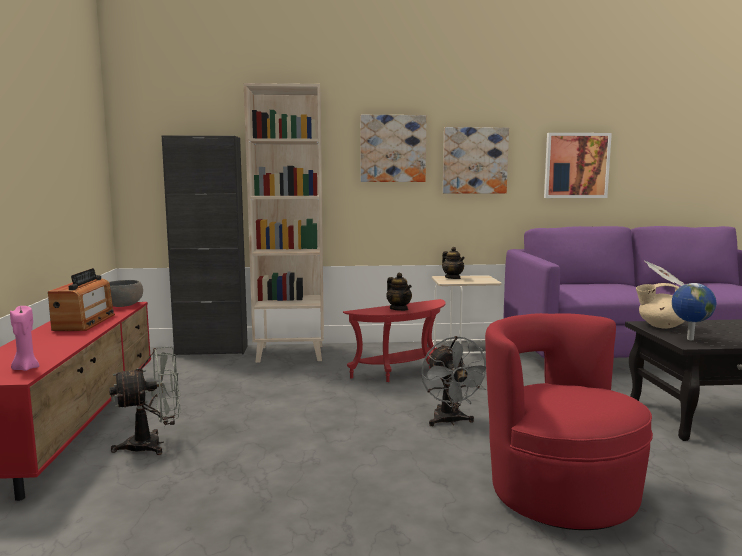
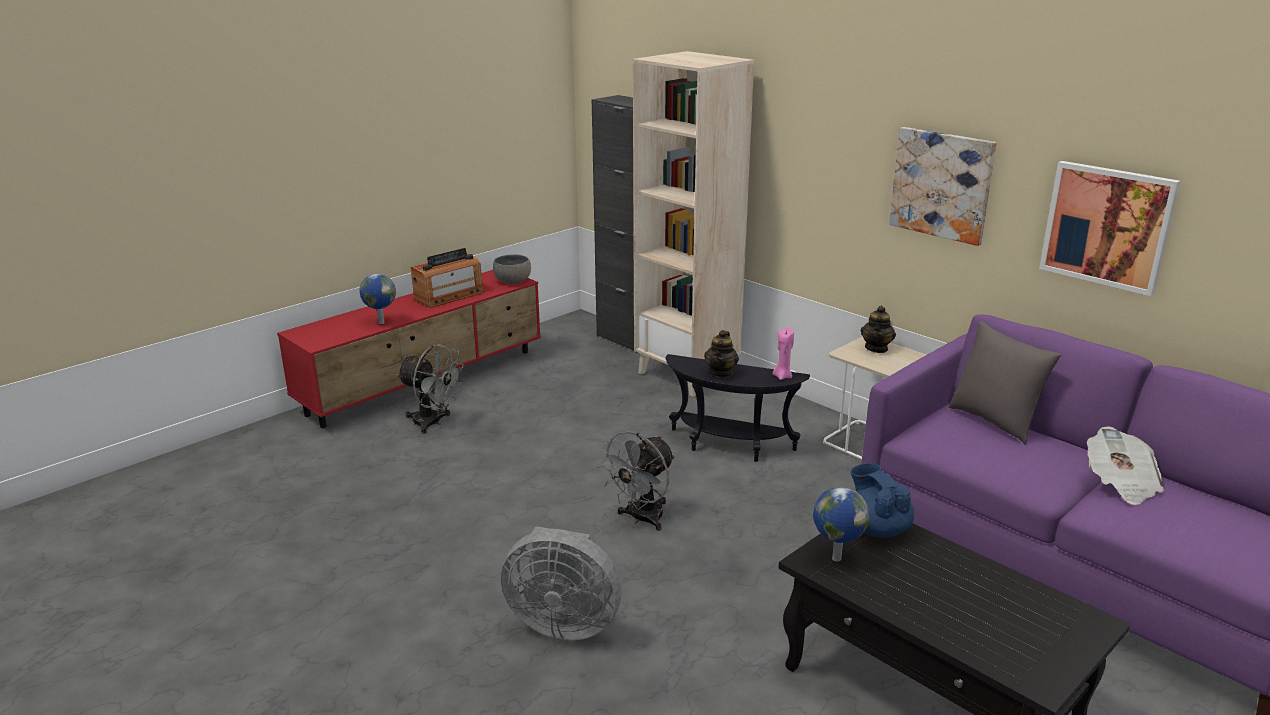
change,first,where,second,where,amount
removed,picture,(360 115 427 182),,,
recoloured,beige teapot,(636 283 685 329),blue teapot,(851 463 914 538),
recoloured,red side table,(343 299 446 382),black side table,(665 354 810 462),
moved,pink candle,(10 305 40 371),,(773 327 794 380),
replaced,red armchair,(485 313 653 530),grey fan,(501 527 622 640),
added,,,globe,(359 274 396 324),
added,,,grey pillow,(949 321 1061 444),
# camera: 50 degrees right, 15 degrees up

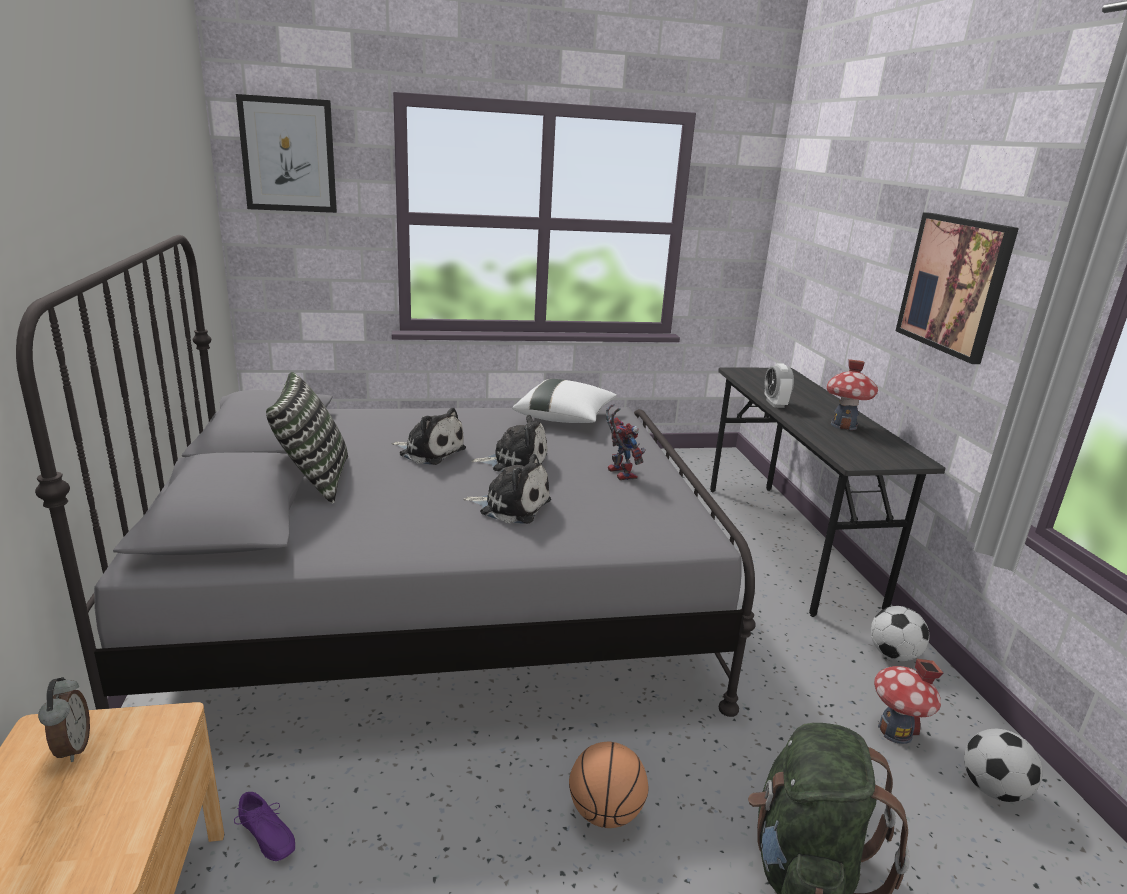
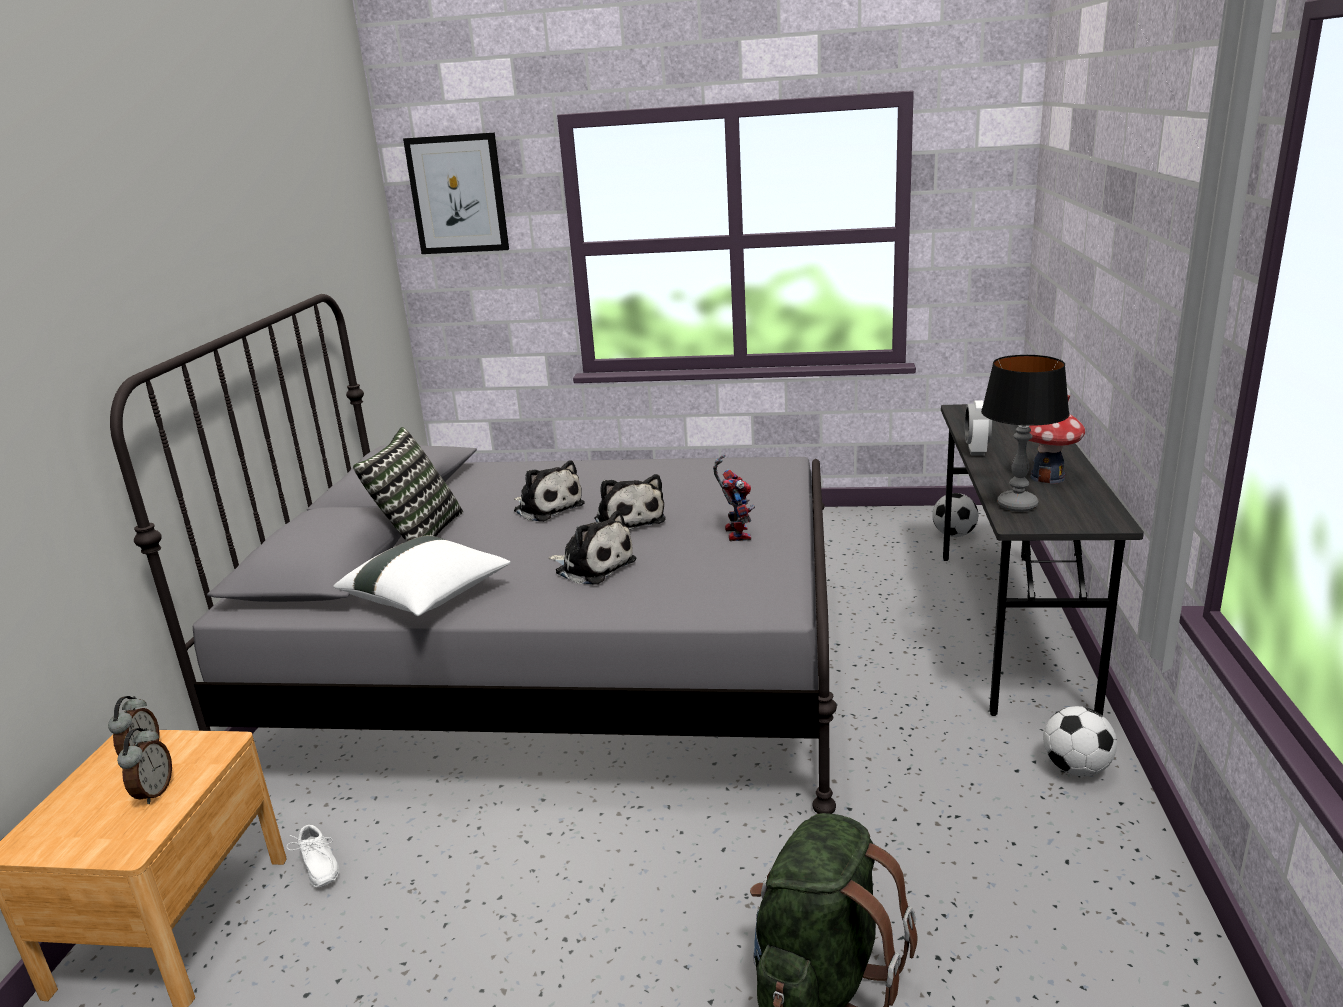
change,first,where,second,where,amount
removed,picture,(896 212 1019 364),,,
moved,white pillow,(512 379 617 423),,(333 535 511 616),
turned,plush toy,(471 415 547 472),,(595 474 666 530),45 degrees clockwise
removed,toy house,(874 659 943 744),,,
moved,football,(964 729 1042 802),,(932 493 978 537),
removed,basketball,(569 742 648 828),,,
recoloured,purple shoe,(234 792 295 861),white shoe,(287 825 339 887),
added,,,table lamp,(981 355 1070 512),
added,,,alarm clock,(117 728 172 804),
# camera: 20 degrees right, 0 degrees up

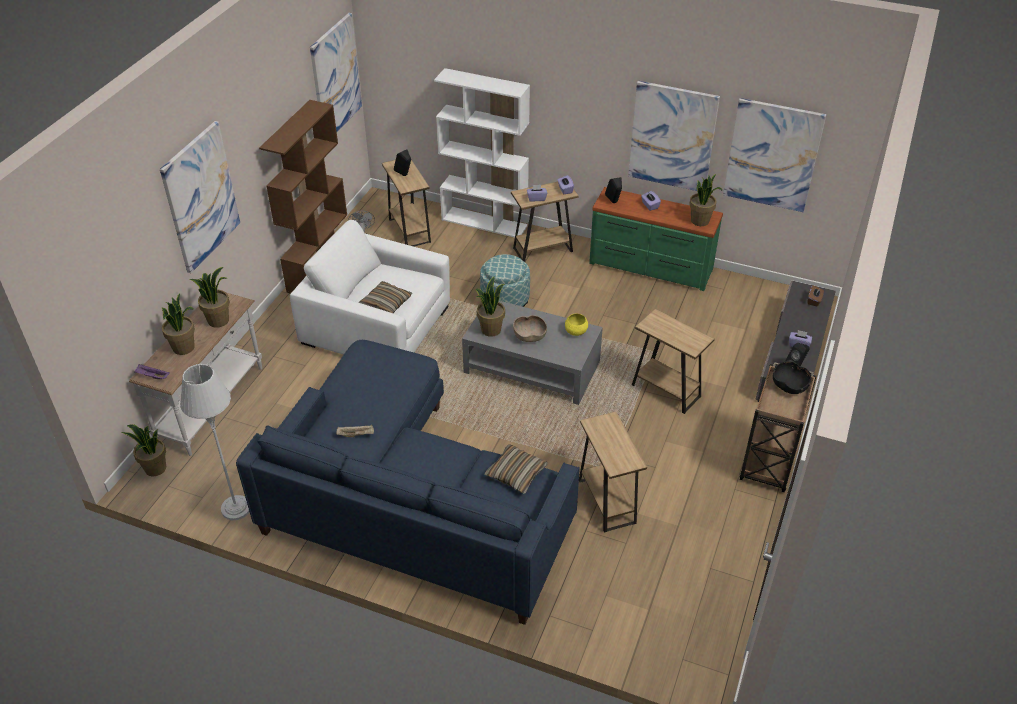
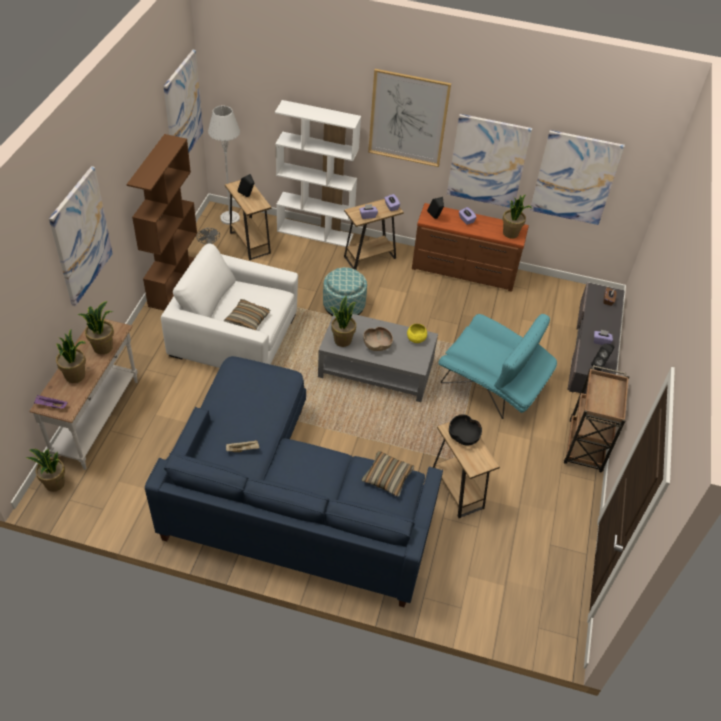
change,first,where,second,where,amount
recoloured,green dresser,(589 187 723 291),brown dresser,(412 203 529 292),
replaced,brown side table,(632 309 715 414),turquoise armchair,(438 314 557 419),
moved,black bowl,(773 361 811 394),,(449 415 482 446),
moved,grey floor lamp,(180 364 249 520),,(208 105 240 225),
added,,,picture,(368 69 451 167),
# camera: 10 degrees left, 5 degrees up

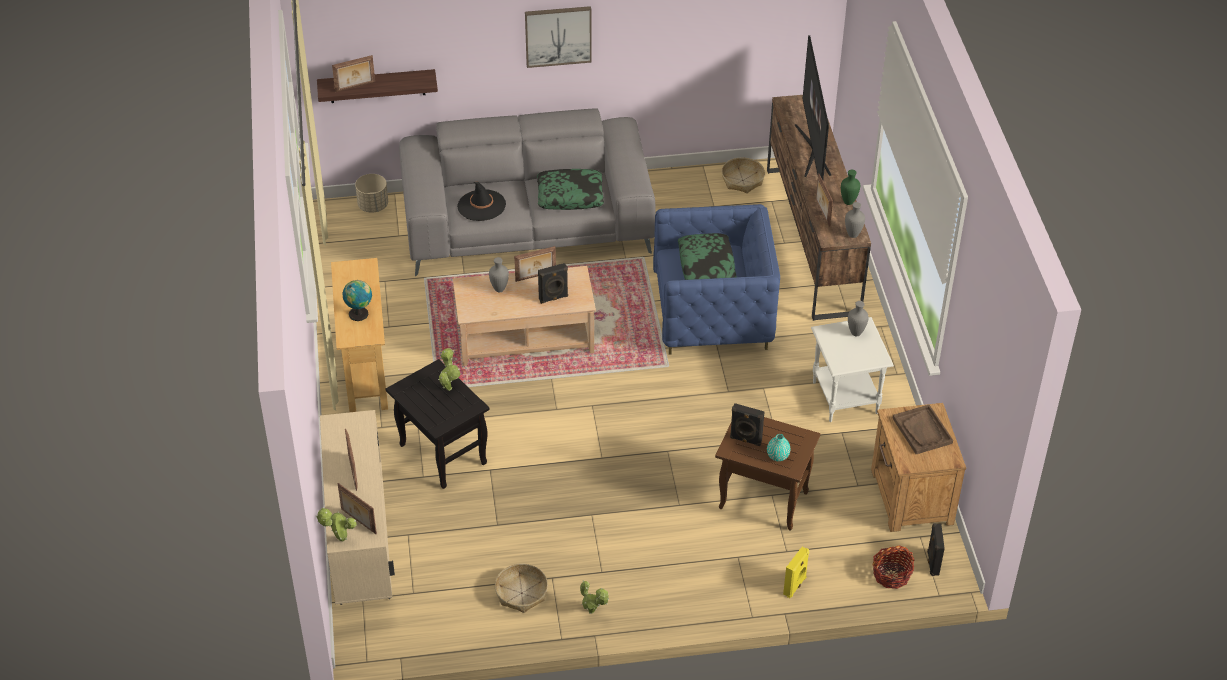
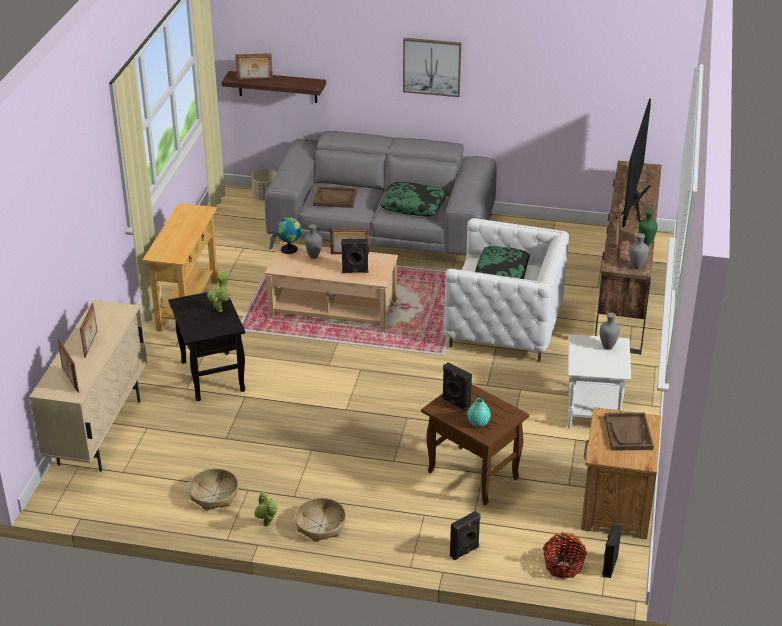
change,first,where,second,where,amount
moved,basket,(722 157 765 193),,(294 498 346 542),
replaced,black hat,(457 182 506 221),brown tray,(313 186 357 208),
recoloured,blue armchair,(653 204 780 355),white armchair,(444 218 569 362),
moved,globe,(342 280 372 321),,(277 217 302 254),
removed,potted plant,(316 507 357 542),,,
recoloured,yellow speaker,(783 547 809 598),black speaker,(450 511 481 560),
# camera: 20 degrees right, 10 degrees down

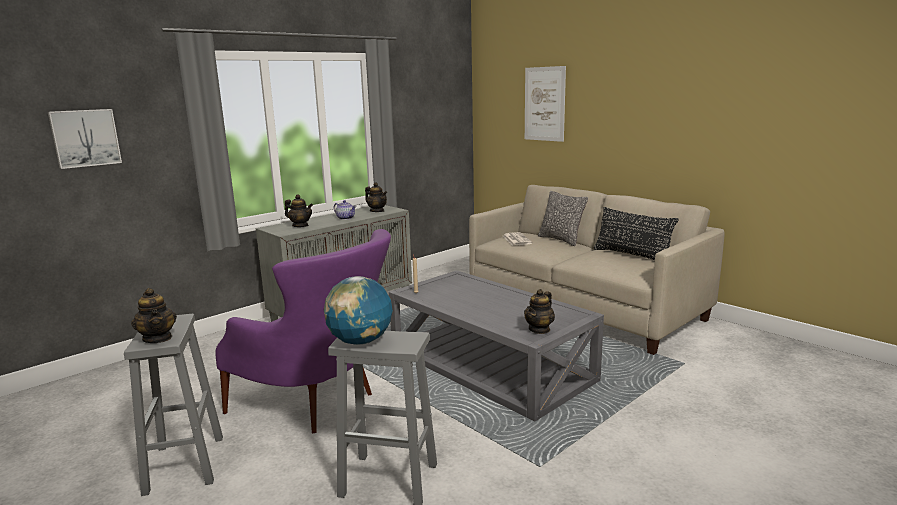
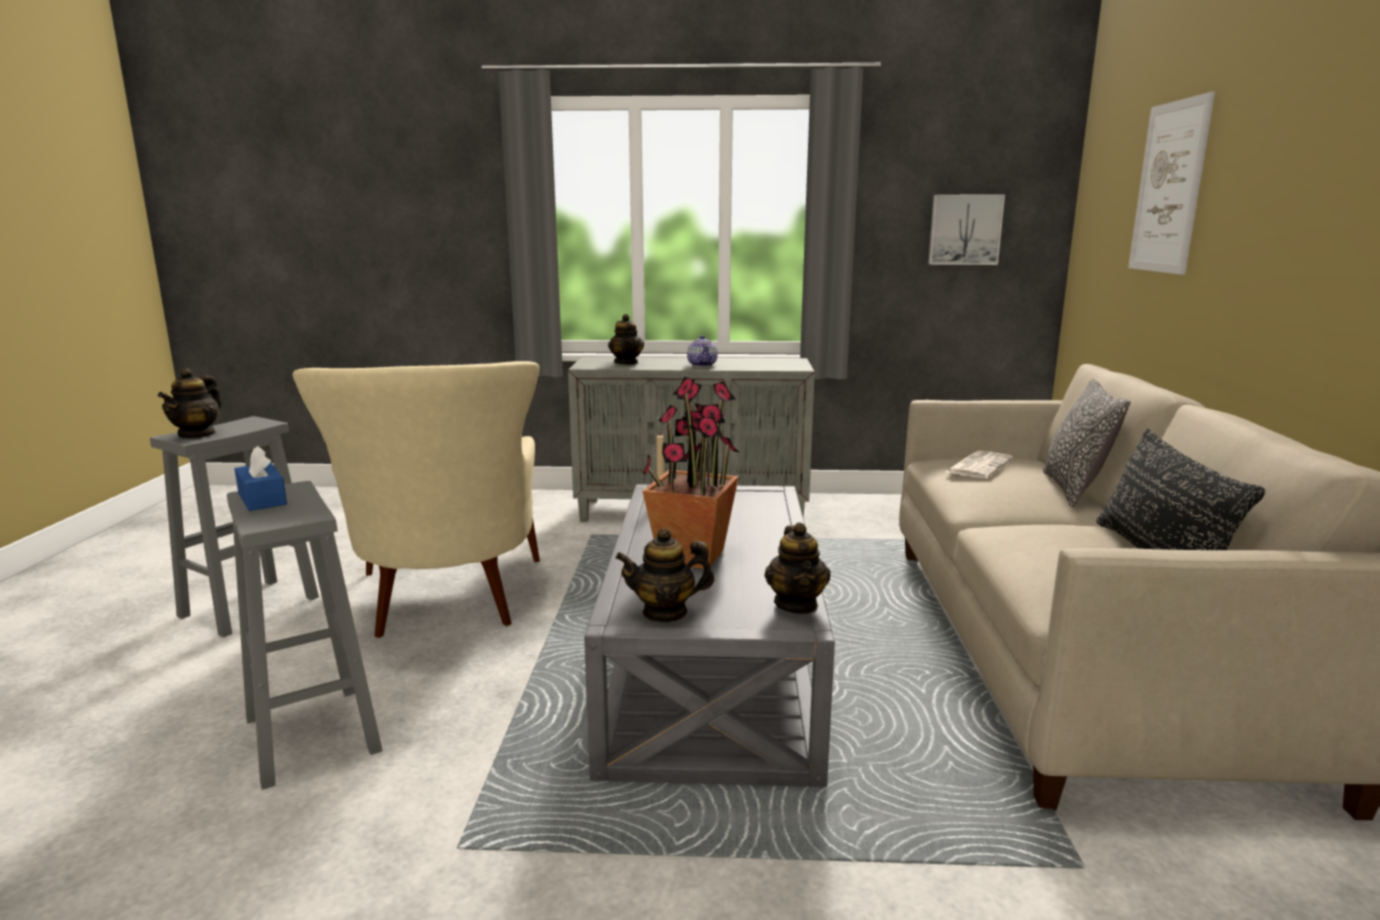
change,first,where,second,where,amount
moved,picture,(48 109 122 169),,(928 195 1005 265),
moved,teapot,(365 182 387 212),,(764 522 831 614),
recoloured,purple armchair,(215 229 391 434),beige armchair,(293 361 540 638),
replaced,globe,(324 276 393 345),blue tissue box,(235 446 287 511),
added,,,potted plant,(642 377 740 569),
# camera: 45 degrees right, 0 degrees up

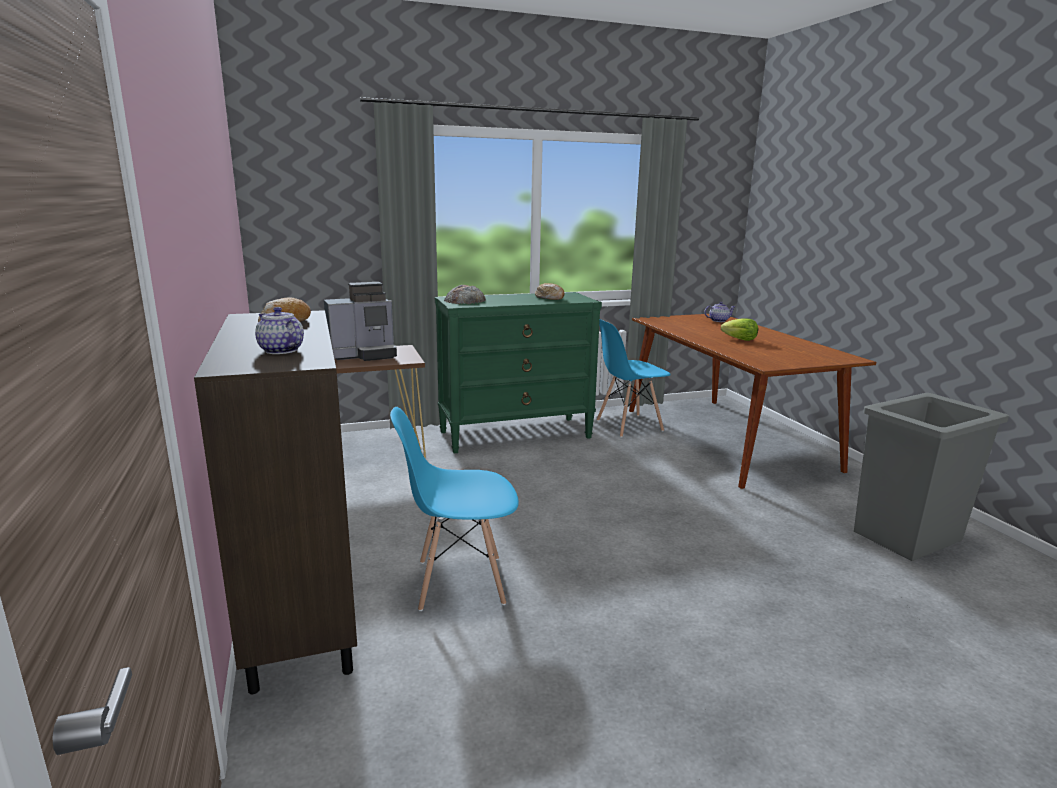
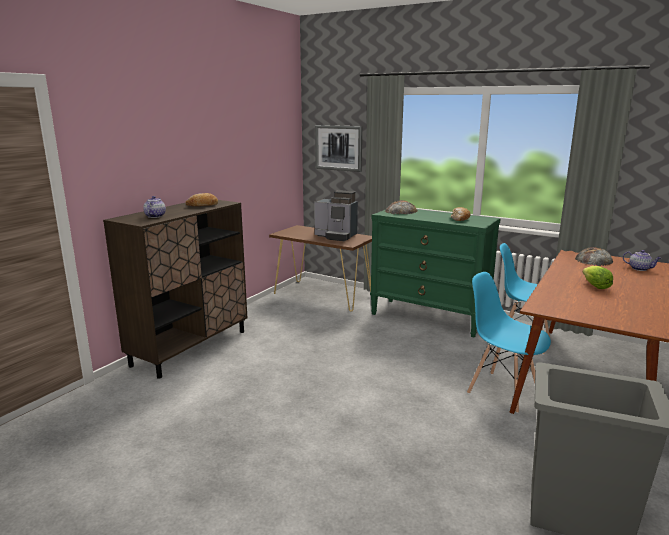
change,first,where,second,where,amount
moved,blue chair,(390 407 519 611),,(467 272 551 413),
added,,,picture,(315 125 362 172),
added,,,bread,(575 247 613 266),
# camera: 50 degrees right, 0 degrees up

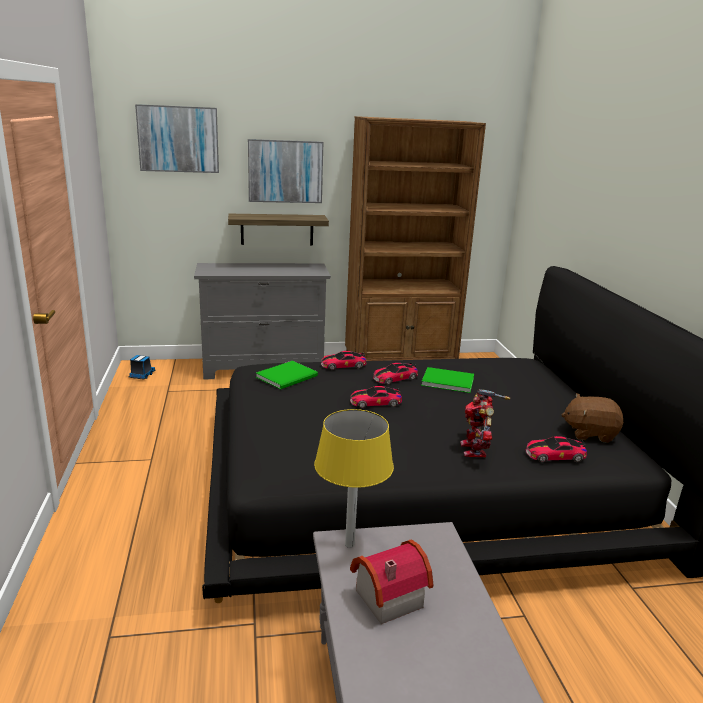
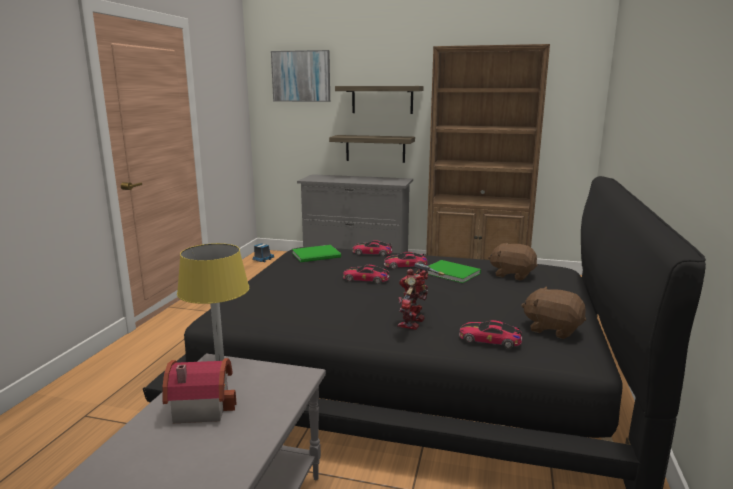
change,first,where,second,where,amount
replaced,picture,(248 139 323 203),shelf,(335 86 424 114),
added,,,brown plush toy,(488 243 537 281),
# camera: 25 degrees right, 5 degrees down

